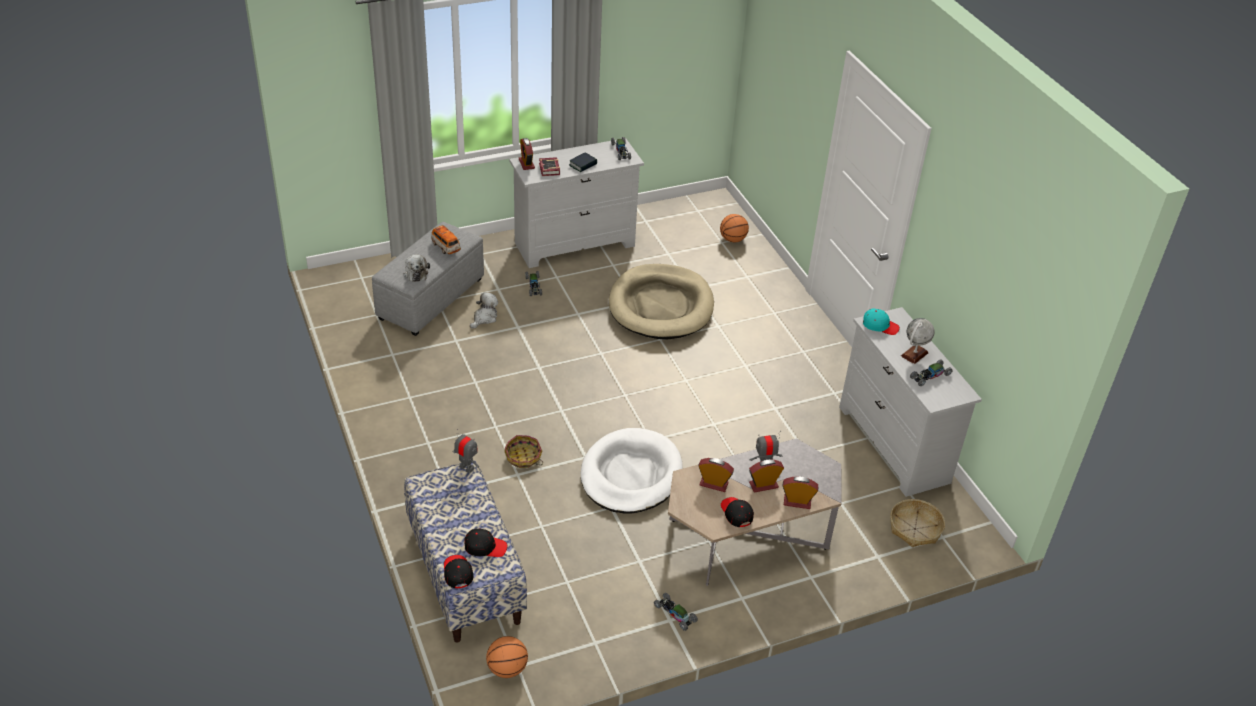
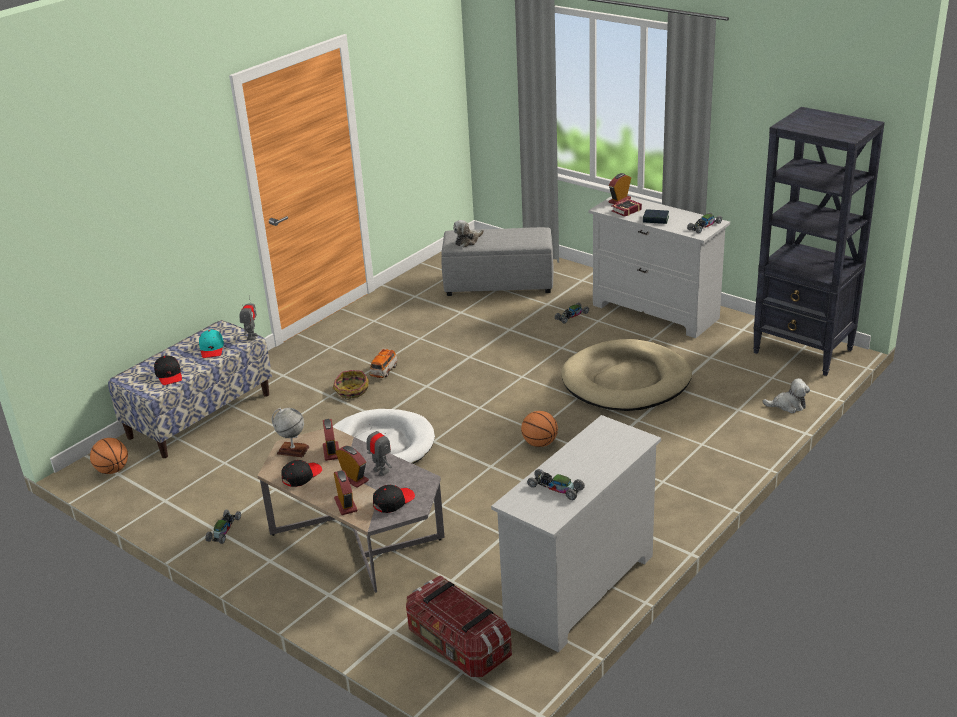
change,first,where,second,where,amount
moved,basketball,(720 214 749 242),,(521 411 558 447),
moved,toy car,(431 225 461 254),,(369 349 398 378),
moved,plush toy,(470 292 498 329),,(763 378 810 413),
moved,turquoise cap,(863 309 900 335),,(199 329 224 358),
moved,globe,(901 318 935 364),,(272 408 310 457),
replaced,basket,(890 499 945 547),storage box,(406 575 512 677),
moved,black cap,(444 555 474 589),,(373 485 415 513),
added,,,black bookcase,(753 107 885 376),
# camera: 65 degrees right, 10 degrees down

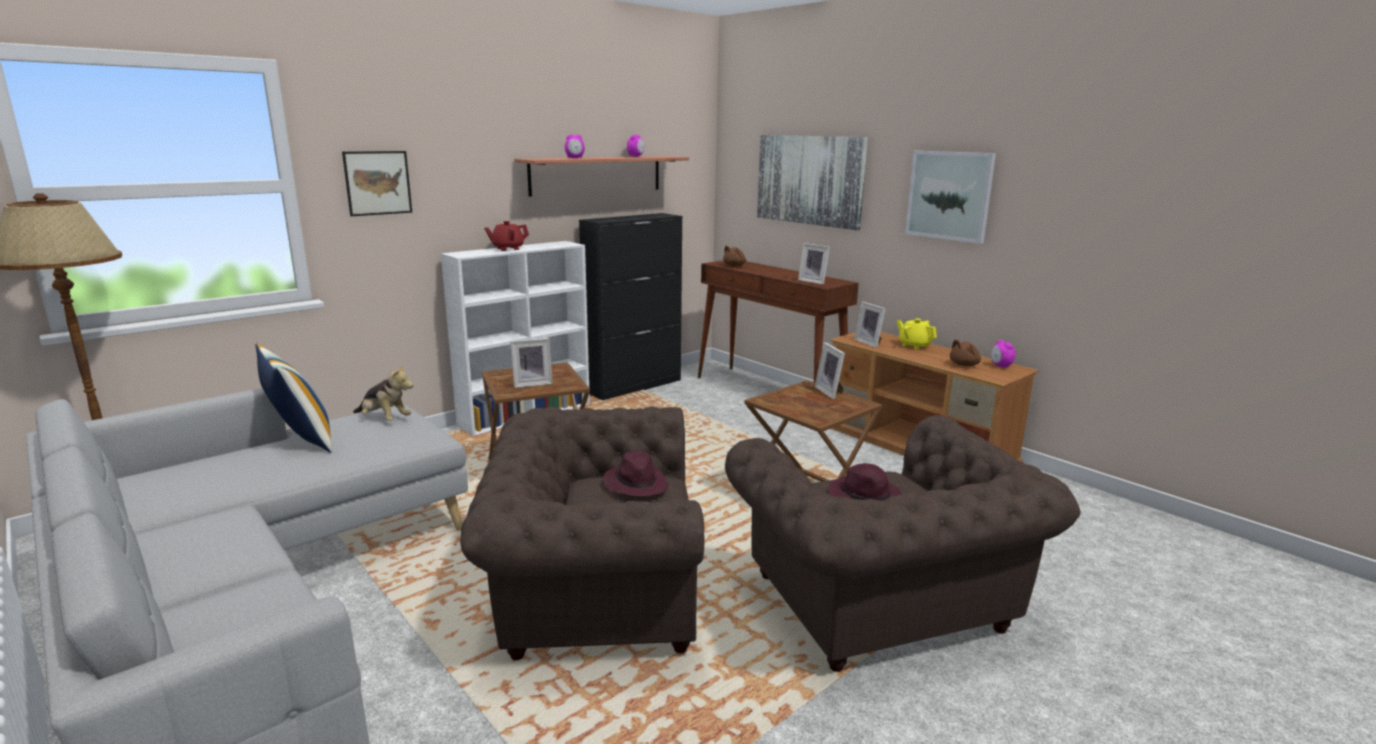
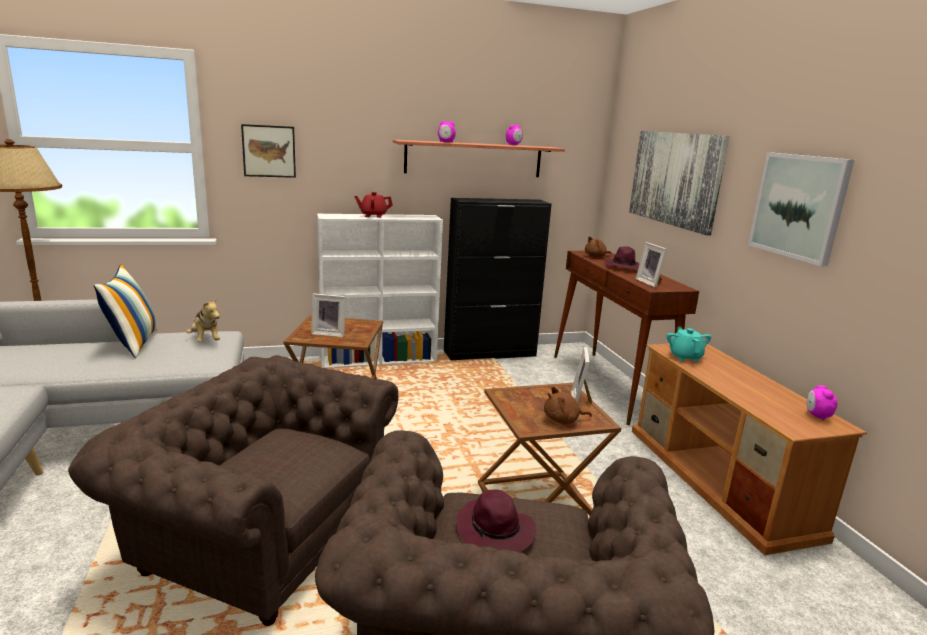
change,first,where,second,where,amount
replaced,picture frame,(854 302 886 348),turquoise teapot,(667 327 711 362),
removed,yellow teapot,(897 318 937 350),,,
moved,brown plush toy,(950 339 981 366),,(544 386 592 424),
moved,purple hat,(603 451 669 496),,(605 246 640 270),
# camera: 25 degrees right, 0 degrees up

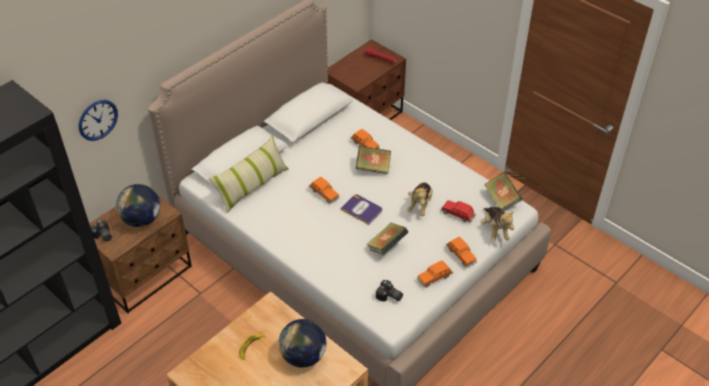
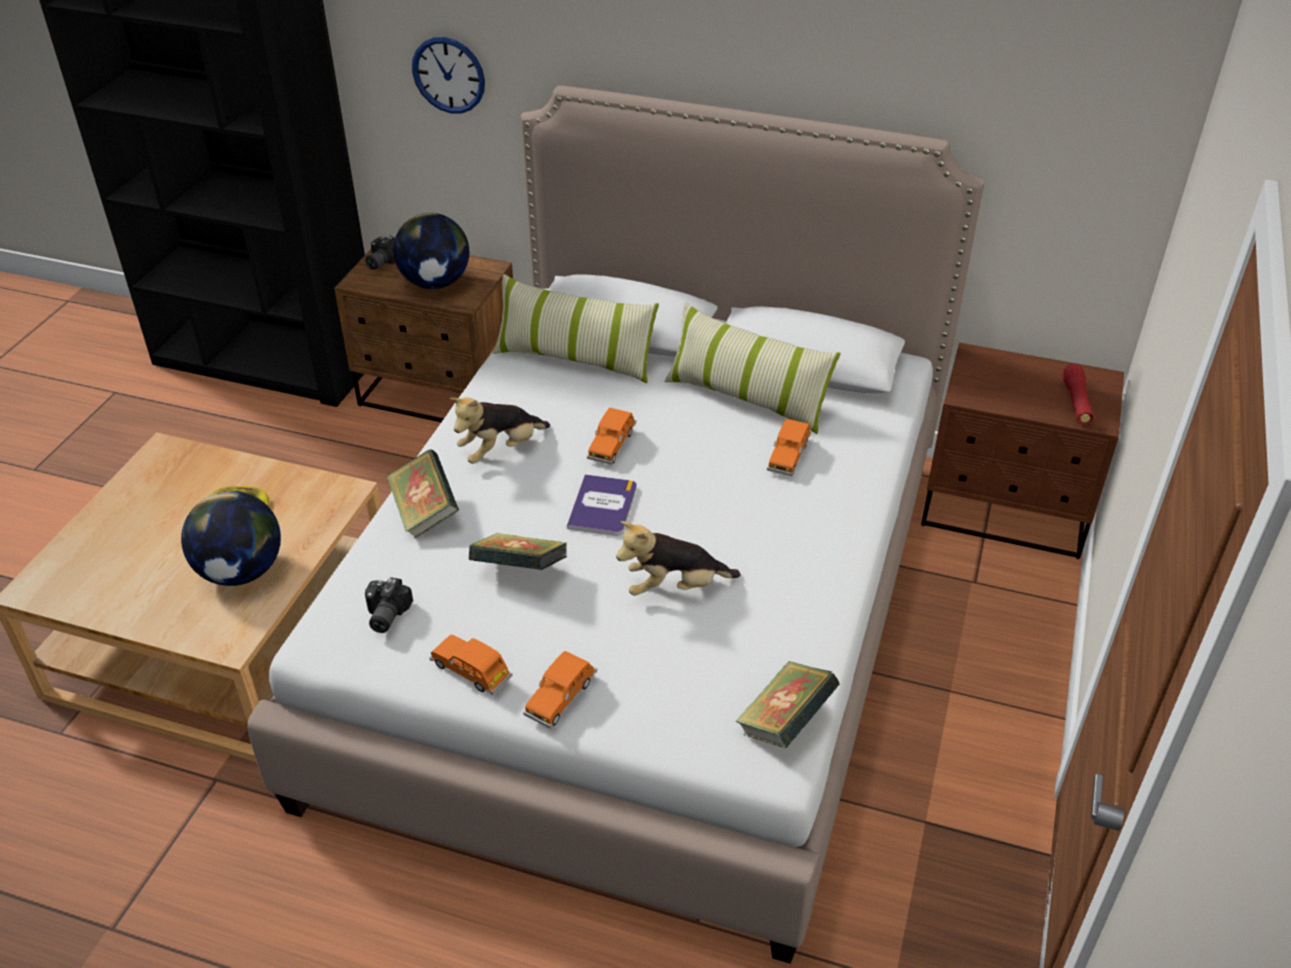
change,first,where,second,where,amount
moved,book,(356 146 391 174),,(386 449 459 539),
removed,red toy car,(441 200 476 223),,,
moved,plush toy,(481 207 514 241),,(450 397 550 464),
added,,,pillow,(664 303 841 434),
# camera: 65 degrees right, 5 degrees down

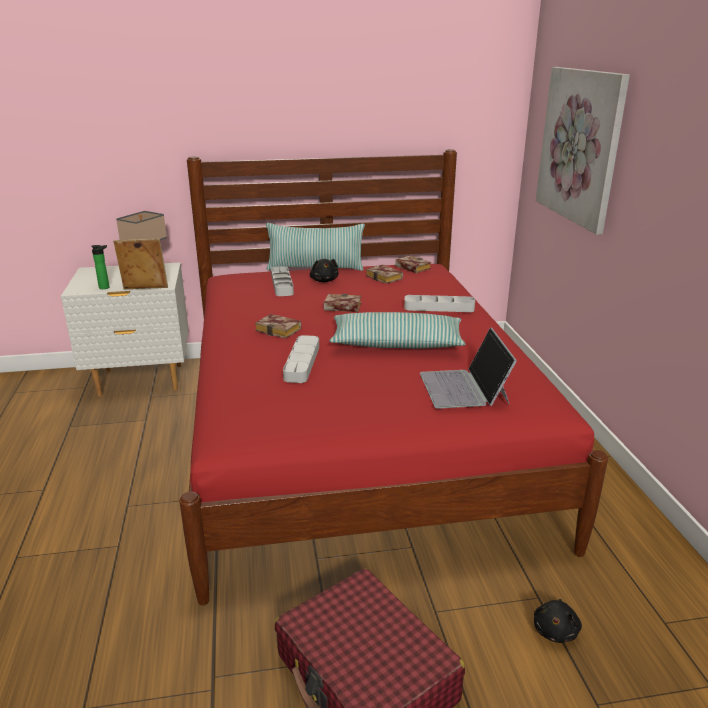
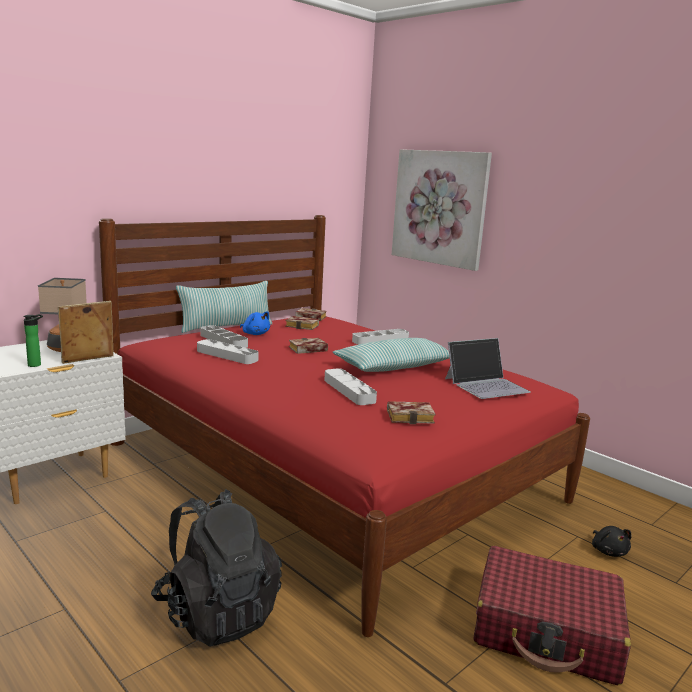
change,first,where,second,where,amount
recoloured,black plush toy,(310 259 338 282),blue plush toy,(240 311 270 335),
moved,book,(255 314 301 338),,(387 401 436 424),
turned,laptop,(420 327 517 409),,(445 338 531 399),75 degrees counterclockwise
added,,,grey tray,(197 339 259 364),
added,,,black backpack,(151 489 282 647),
# camera: 35 degrees left, 10 degrees down

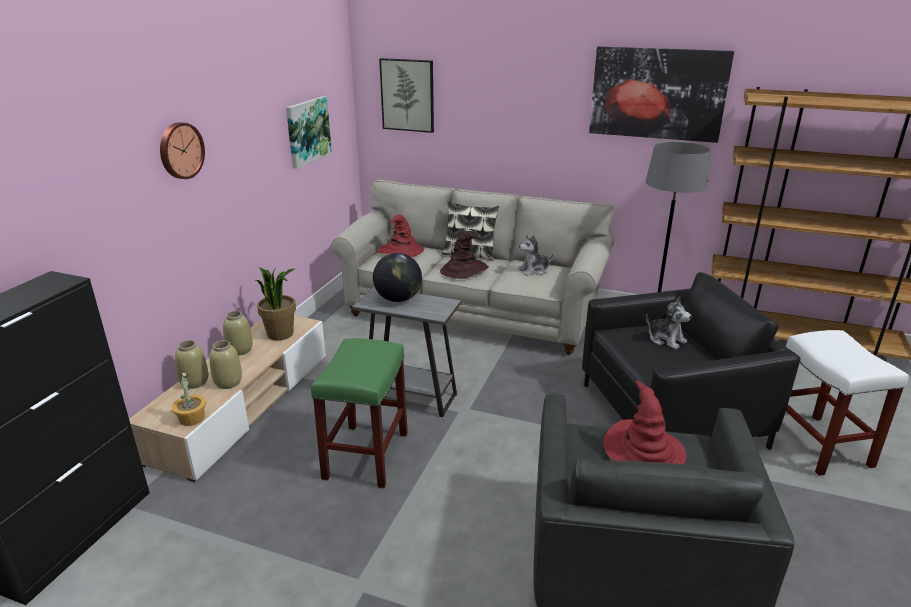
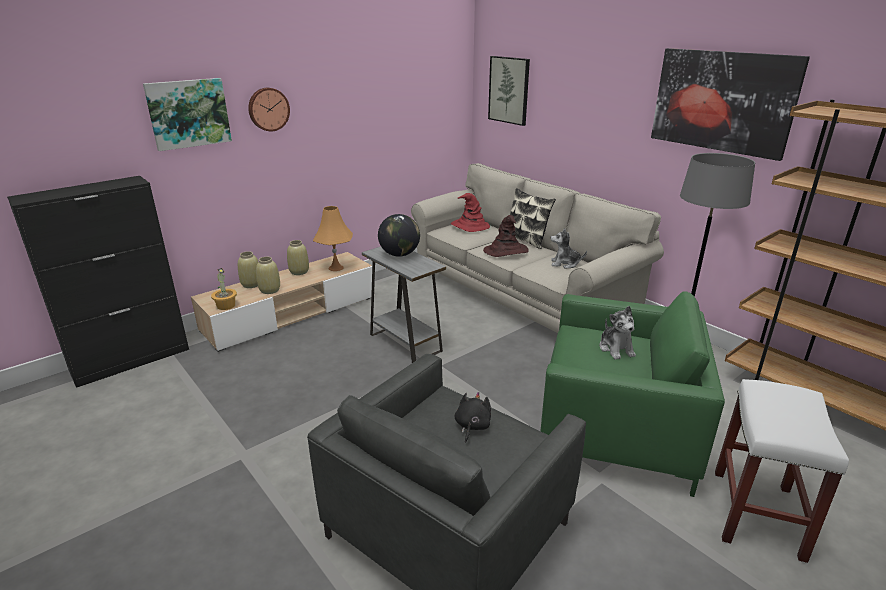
change,first,where,second,where,amount
moved,picture,(286 96 332 169),,(143 78 232 151),
replaced,potted plant,(256 267 296 341),orange table lamp,(313 206 353 271),
recoloured,black armchair,(582 272 801 450),green armchair,(540 291 725 497),
removed,green stool,(311 338 408 488),,,
replaced,red hat,(603 380 686 464),black plush toy,(455 392 491 443),
# camera: 30 degrees right, 0 degrees up

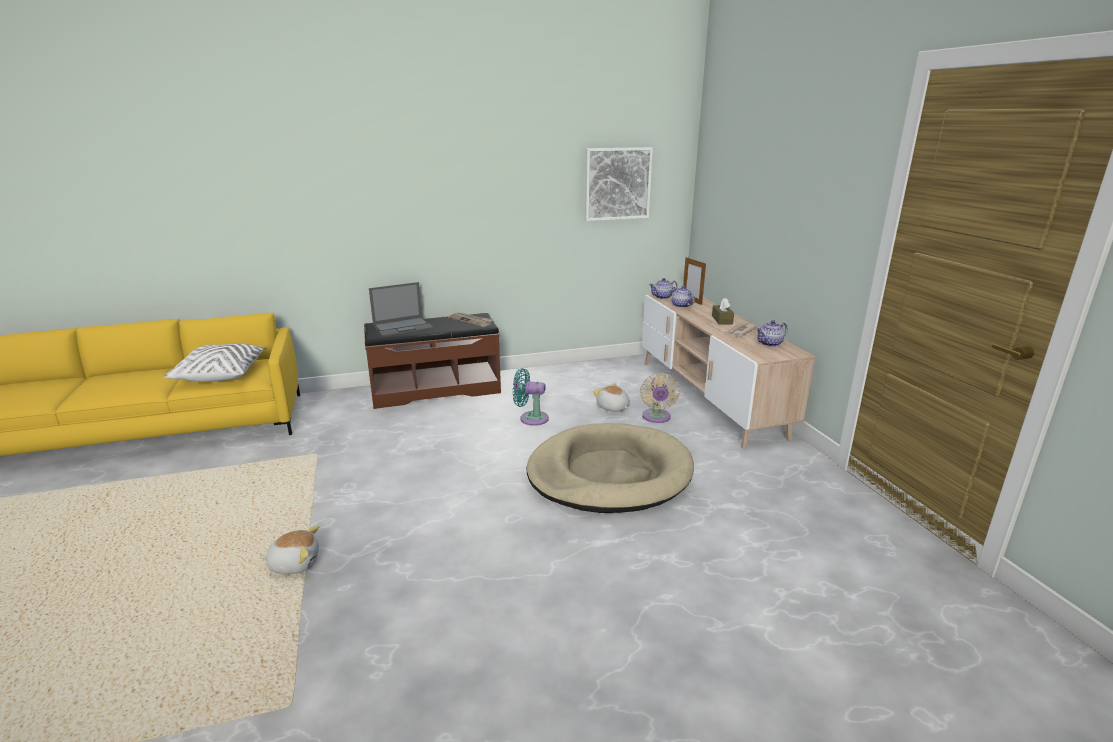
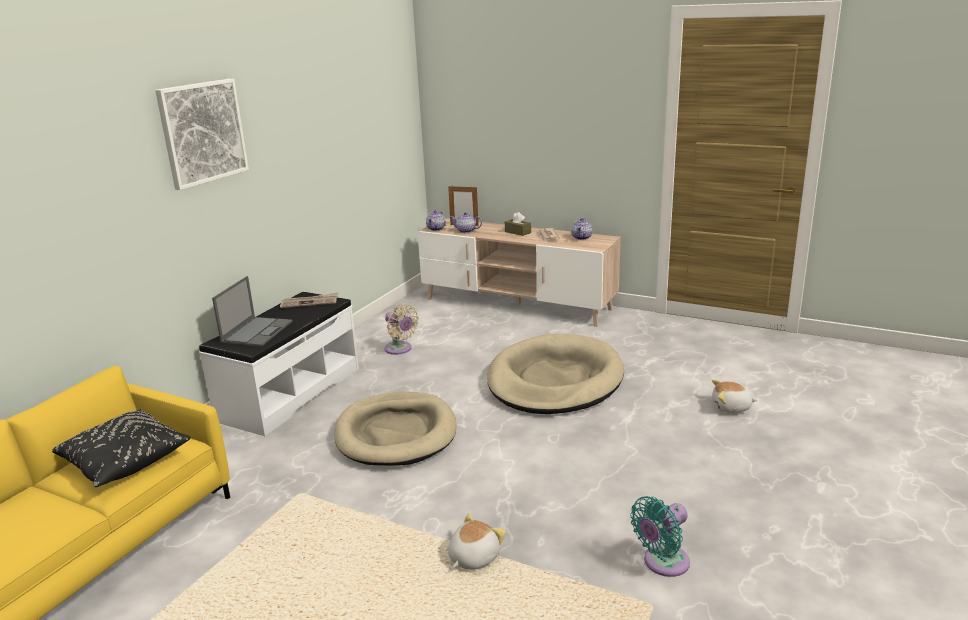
change,first,where,second,where,amount
moved,picture,(585 147 653 221),,(155 79 249 190),
recoloured,brown bench,(364 313 501 409),white bench,(199 292 359 436),
recoloured,white pillow,(164 344 267 382),black pillow,(52 409 191 487),
moved,turquoise fan,(513 368 549 426),,(630 496 690 577),
moved,beige fan,(640 373 680 423),,(384 304 419 355),
moved,plush toy,(593 383 630 412),,(712 380 757 413),
added,,,beige dog bed,(334 392 457 466),
# camera: 45 degrees left, 0 degrees up

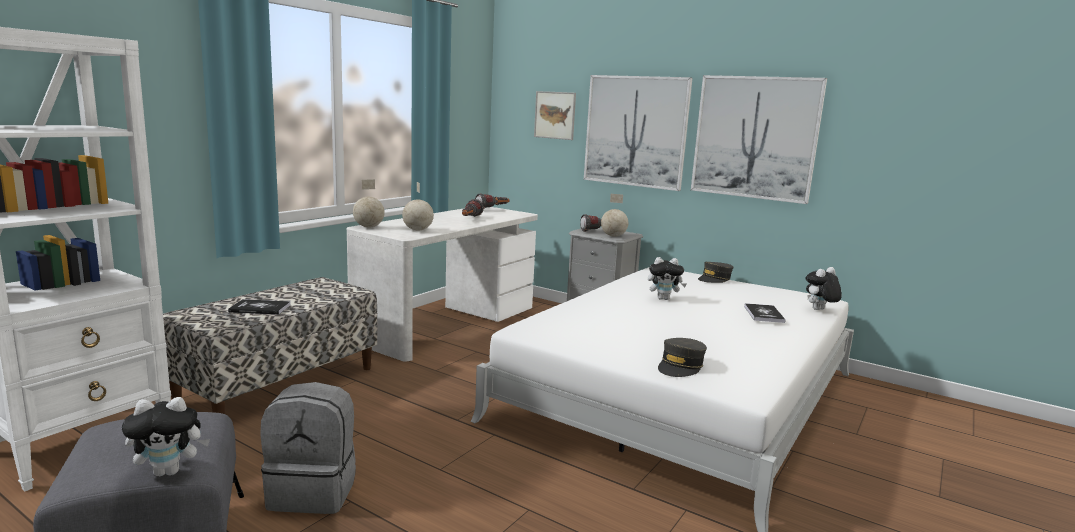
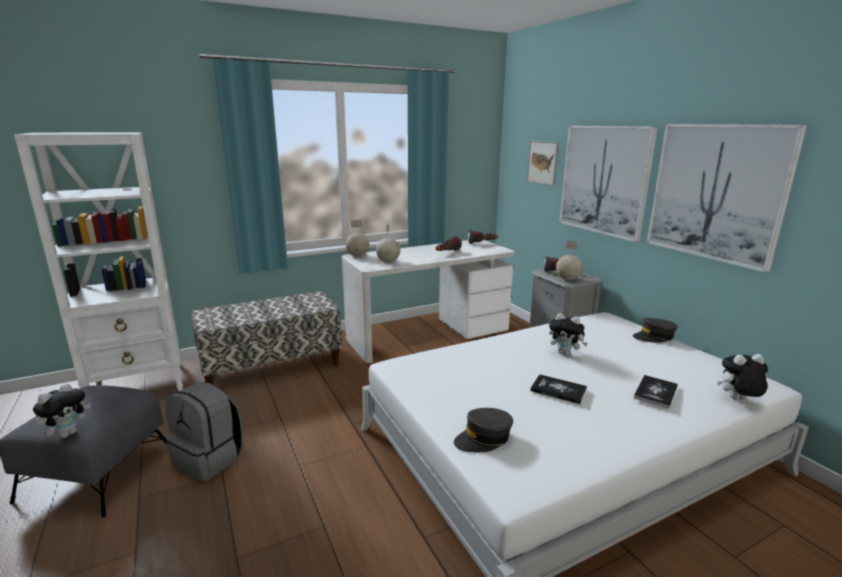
change,first,where,second,where,amount
moved,book,(228 299 290 315),,(530 374 587 404),
turned,plush toy,(122 397 210 476),,(33 383 91 438),75 degrees counterclockwise
# camera: 30 degrees right, 5 degrees up

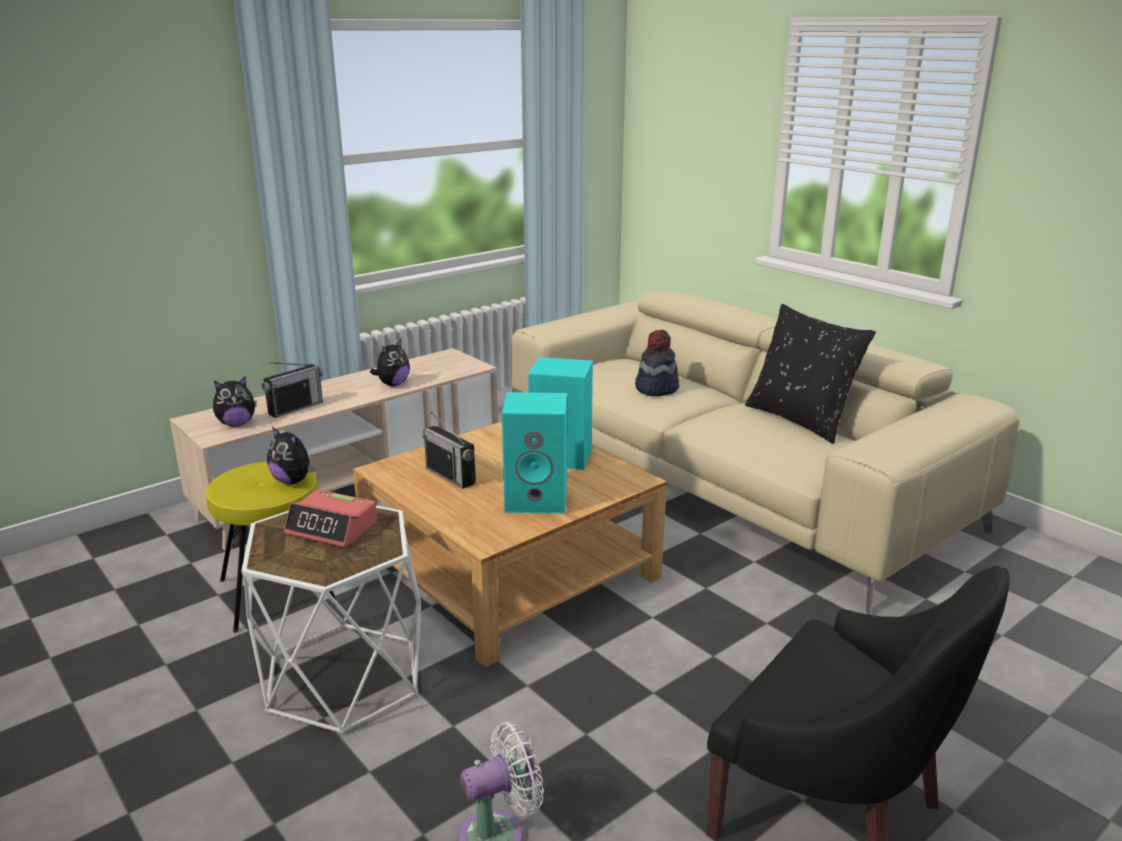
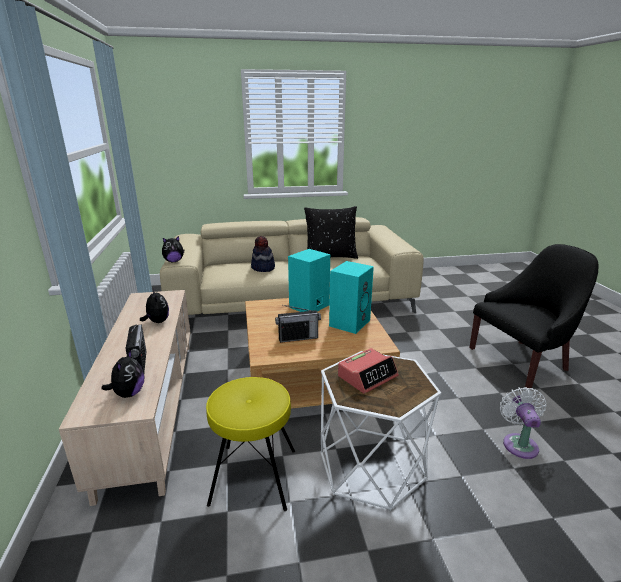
change,first,where,second,where,amount
moved,plush toy,(267 427 317 484),,(162 236 184 262),
# camera: 60 degrees left, 0 degrees up

